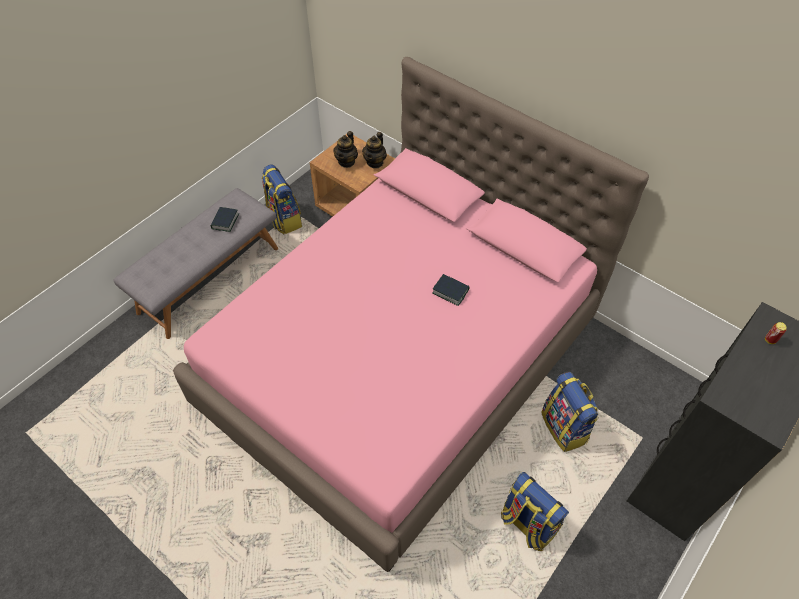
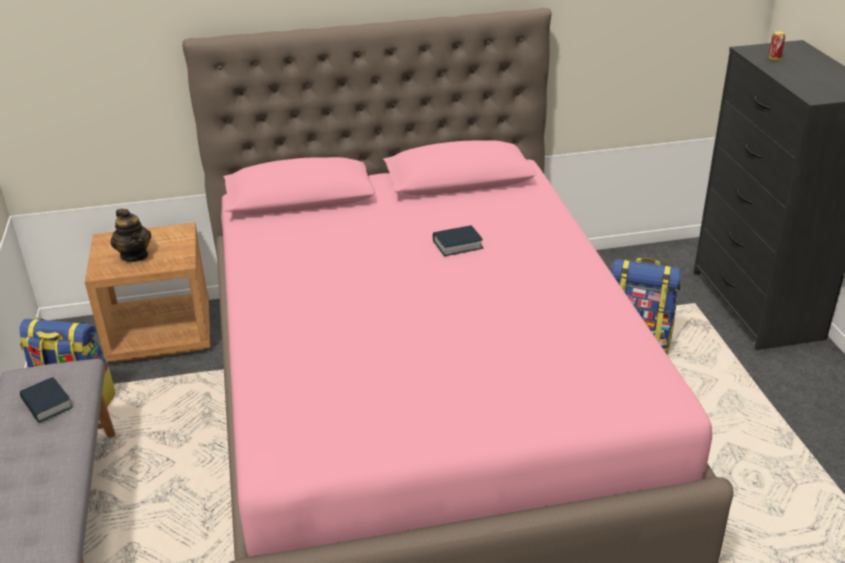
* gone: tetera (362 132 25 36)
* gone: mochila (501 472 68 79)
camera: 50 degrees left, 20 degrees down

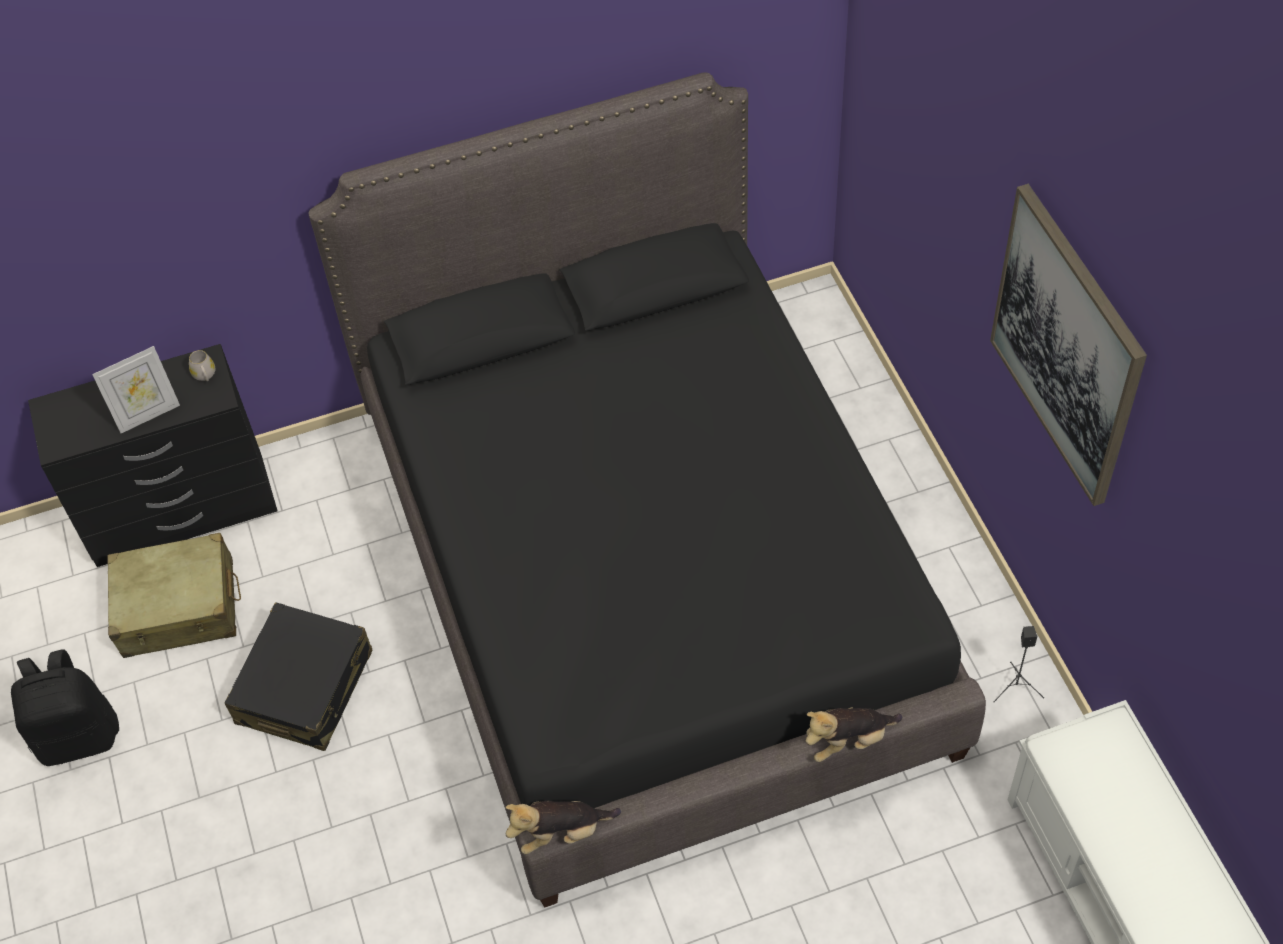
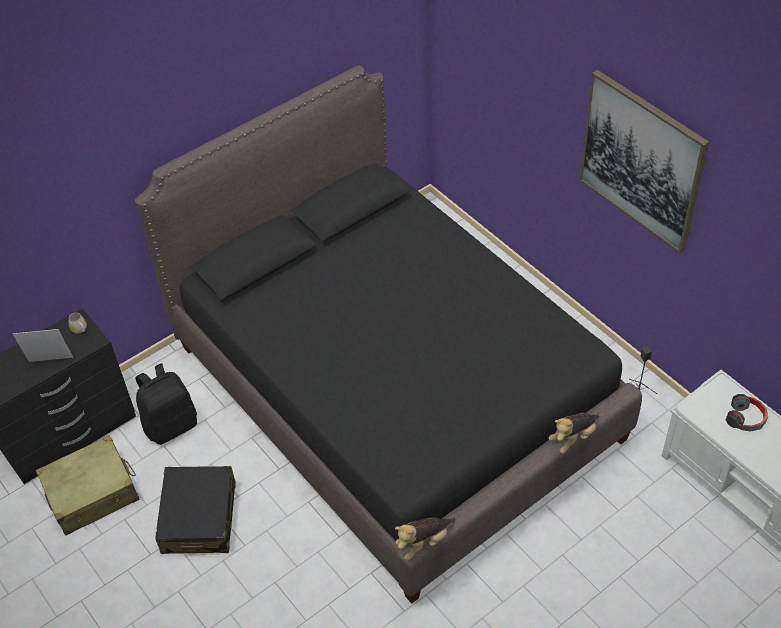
* shifted: mochila (negro) (11 649 108 117) to (135 363 62 82)
* rotated: portarretratos (92 346 88 87) = (12 329 61 33) 135 degrees counterclockwise
* new: auriculares (726 394 42 38)
camera: 20 degrees left, 5 degrees down

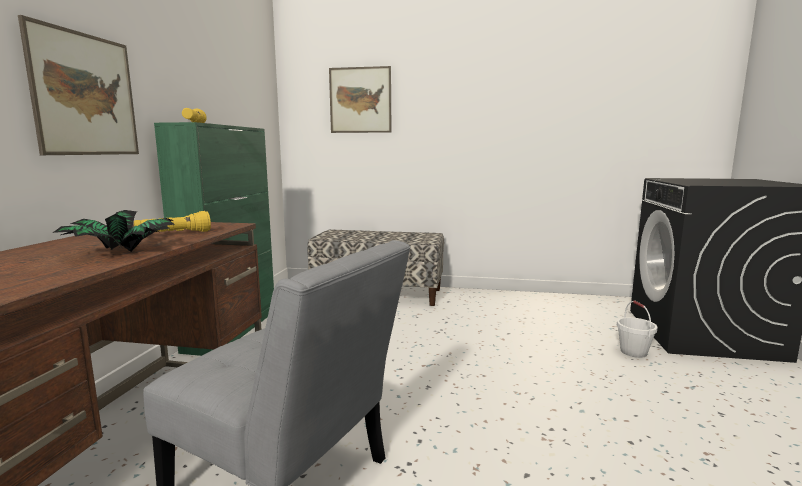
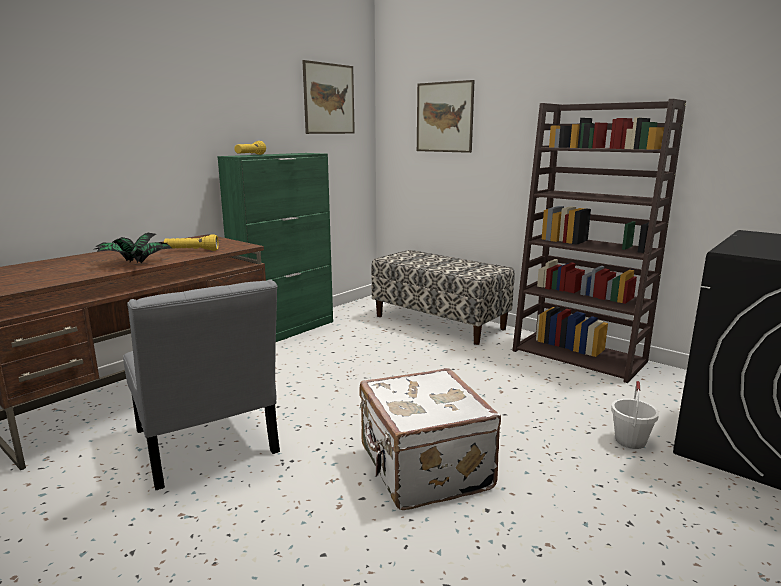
* shifted: cuadro (18 15 121 140) to (302 60 53 74)
* new: maleta (blanco) (360 368 141 142)
* new: estantería (marrón) (512 99 174 284)
camera: 30 degrees right, 5 degrees up

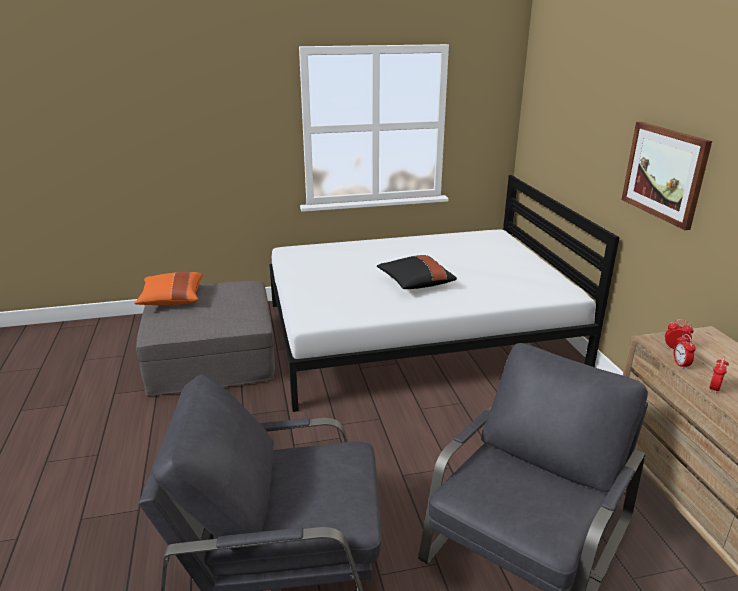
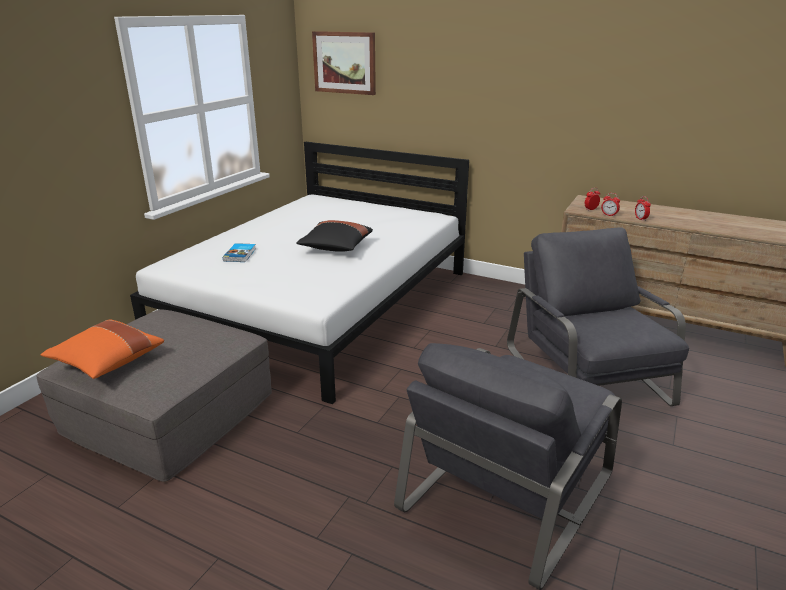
* shifted: cuadro (621 122 91 108) to (312 31 64 64)
* new: libro (223 243 33 19)
camera: 50 degrees left, 0 degrees up

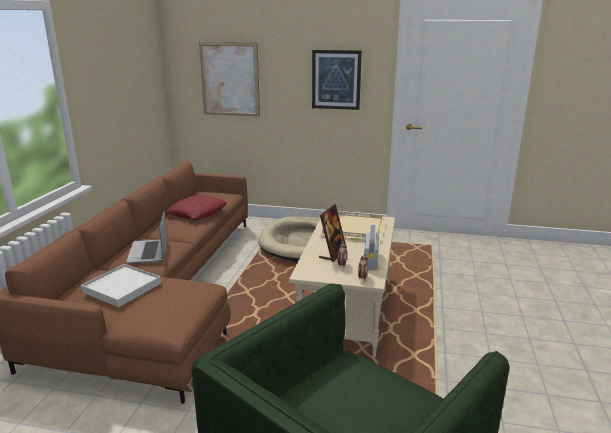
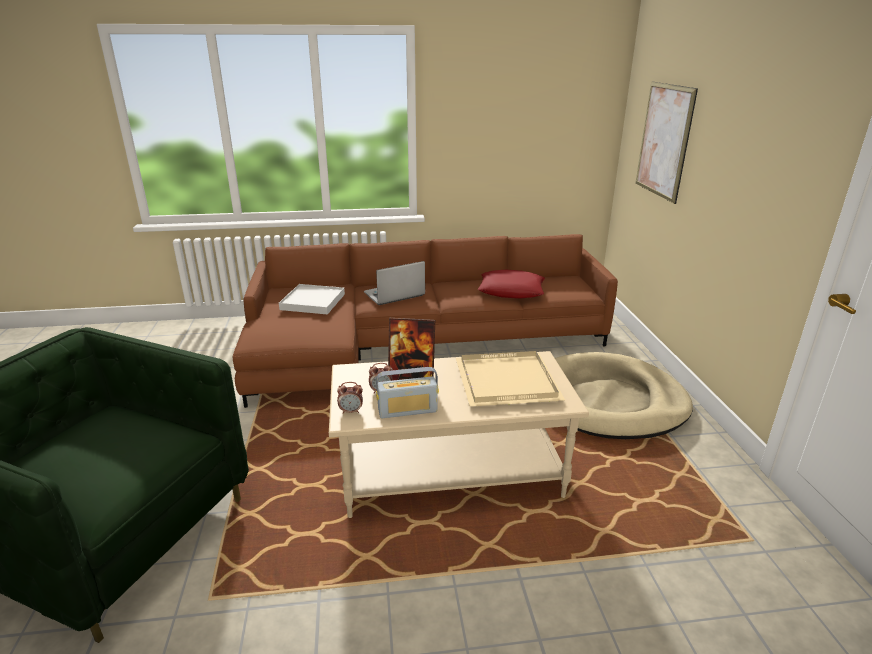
* gone: cuadro (312 50 50 60)
camera: 70 degrees right, 5 degrees up

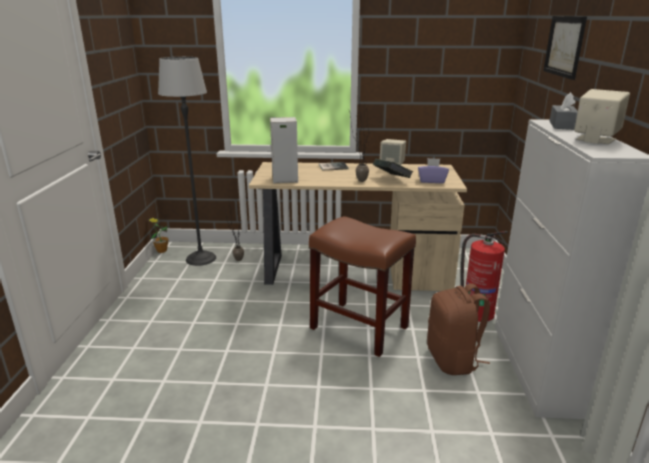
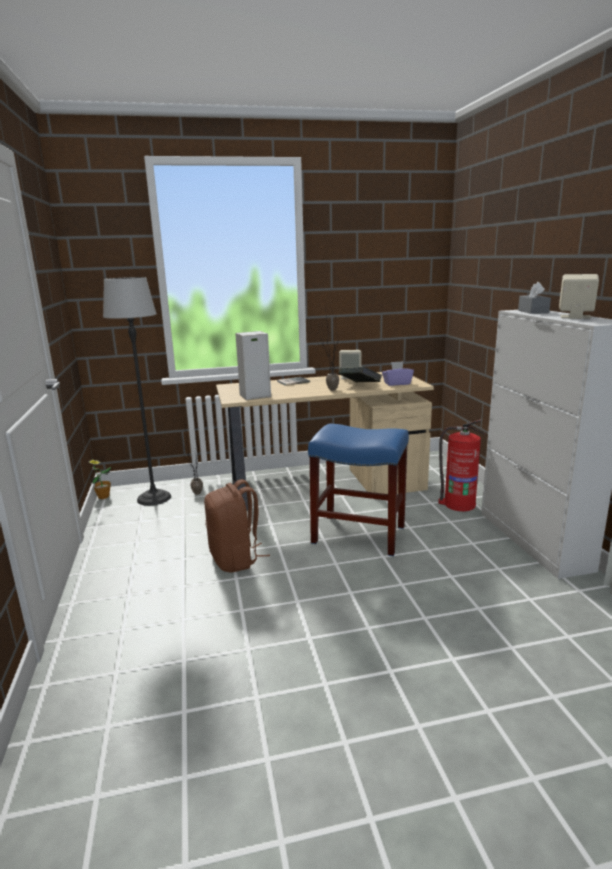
* repainted: taburete (marrón) (309 216 107 141) to taburete (azul) (308 424 101 132)
* shifted: mochila (marrón) (427 283 63 92) to (204 479 66 93)
* gone: cuadro (543 16 44 64)
camera: 15 degrees left, 5 degrees down

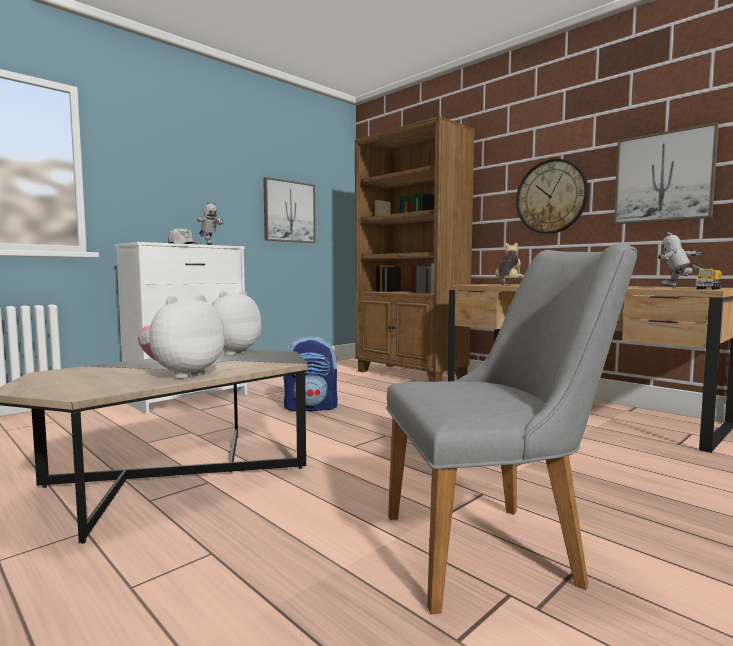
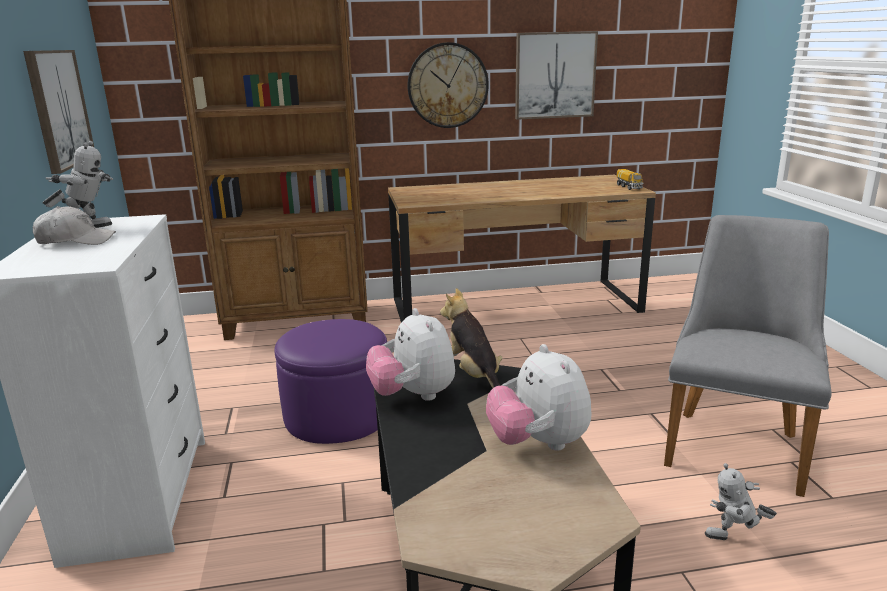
* swapped: mochila (284 337 54 74) to puf (morado) (275 319 112 125)
* shifted: peluche (495 242 28 43) to (440 288 62 100)
* shifted: robot de juguete (656 232 52 55) to (705 463 72 77)
camera: 55 degrees left, 15 degrees up

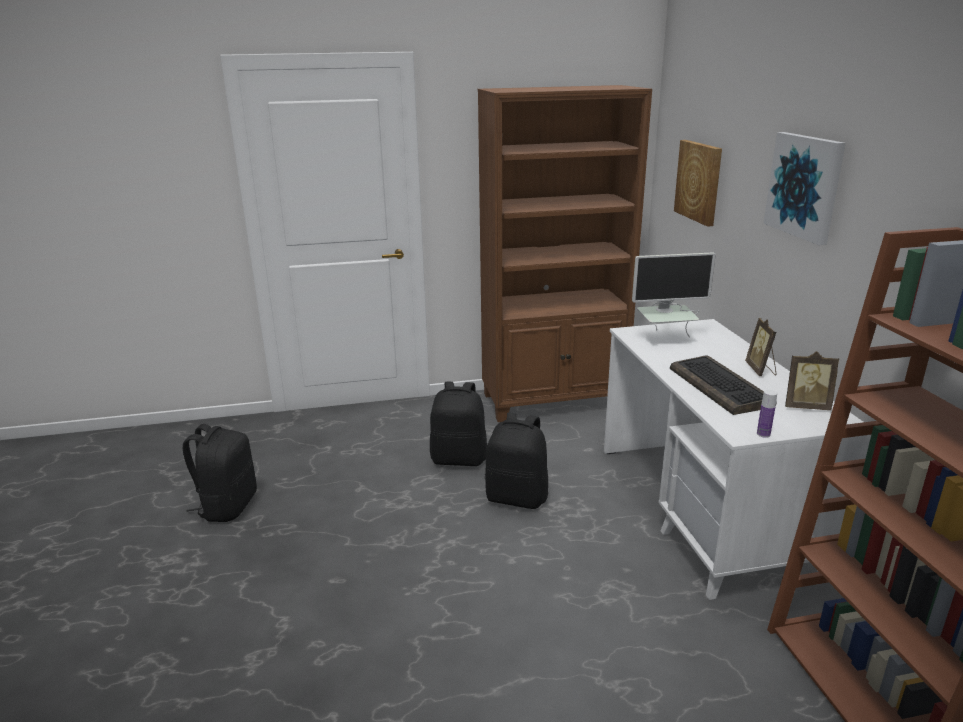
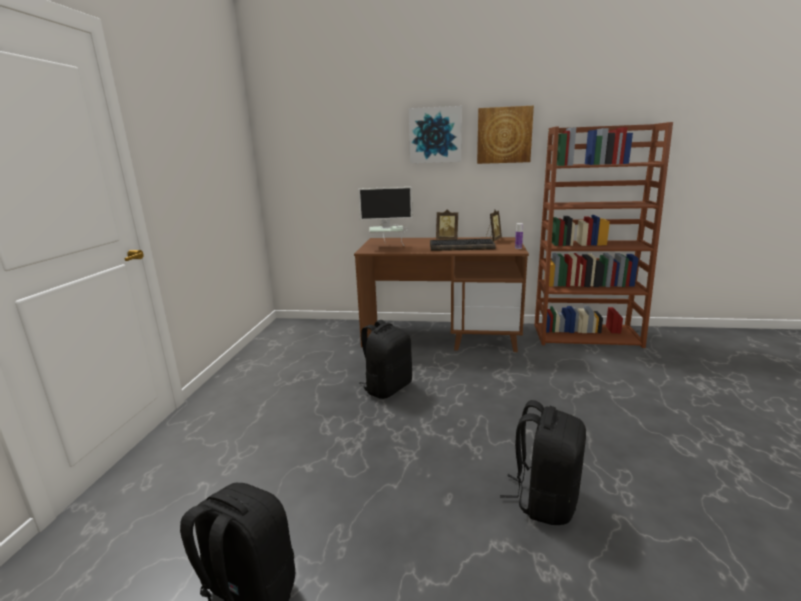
* shifted: mochila (negro) (430 382 57 84) to (500 400 86 125)
* gone: estantería (marrón) (478 85 174 337)
* repainted: escritorio (blanco) (604 319 267 281) to escritorio (marrón) (354 237 175 115)
* rotated: monitor (632 252 84 86) = (358 187 55 59) 75 degrees clockwise
* shifted: cuadro (674 140 48 87) to (477 106 57 58)
camera: 70 degrees left, 5 degrees down

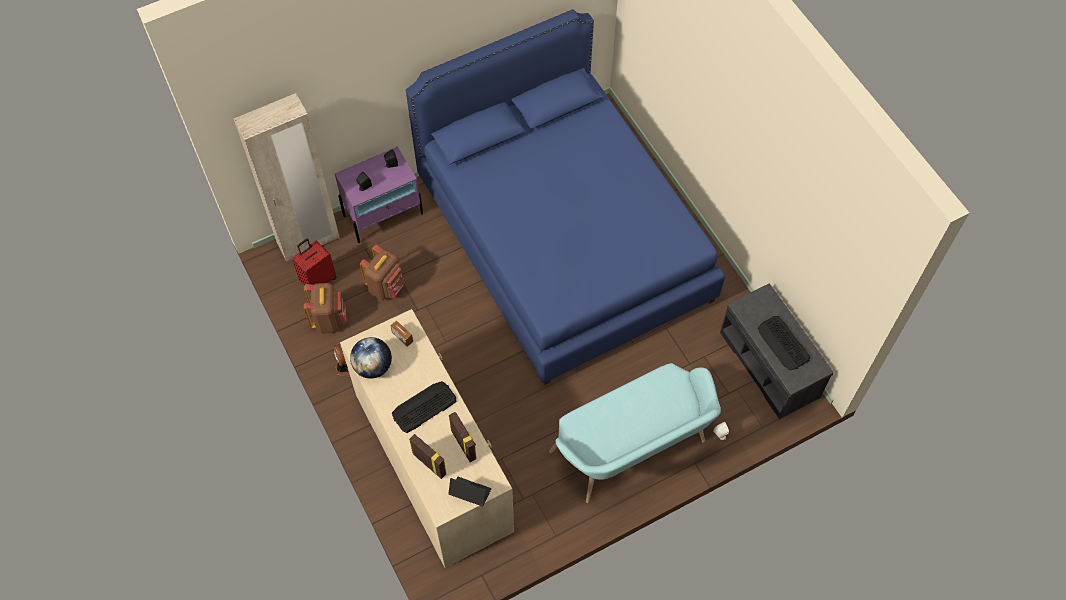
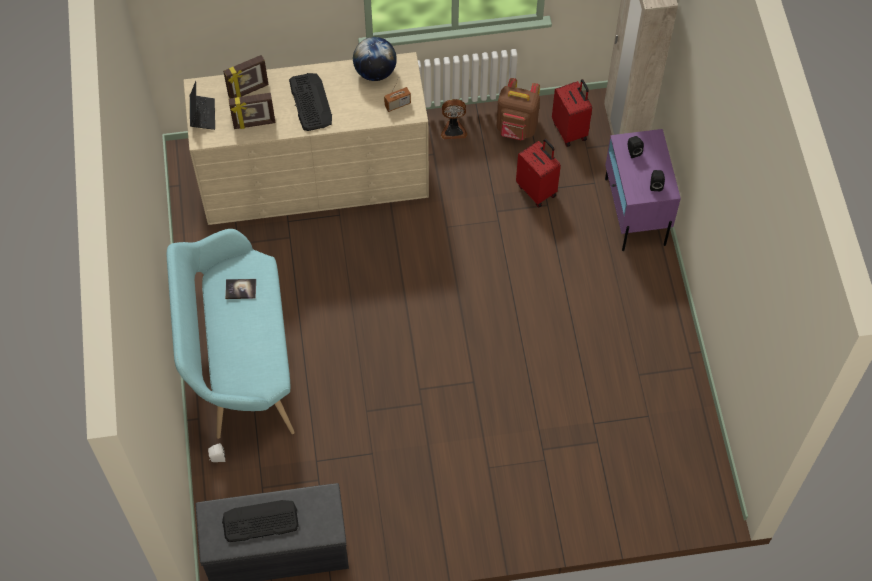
* swapped: mochila (marrón) (360 244 45 56) to maleta (rojo) (516 139 45 69)
* gone: cama (azul) (406 9 319 376)
* rotated: portátil (448 477 43 30) = (190 81 25 49) 45 degrees counterclockwise
* new: libro (225 279 31 20)
camera: 110 degrees right, 0 degrees up

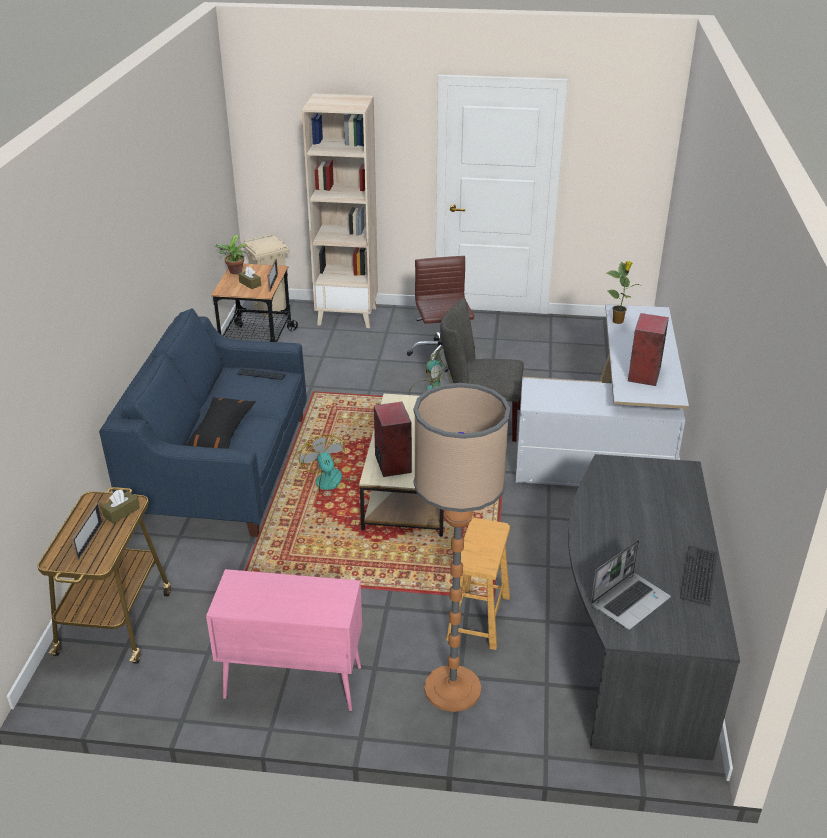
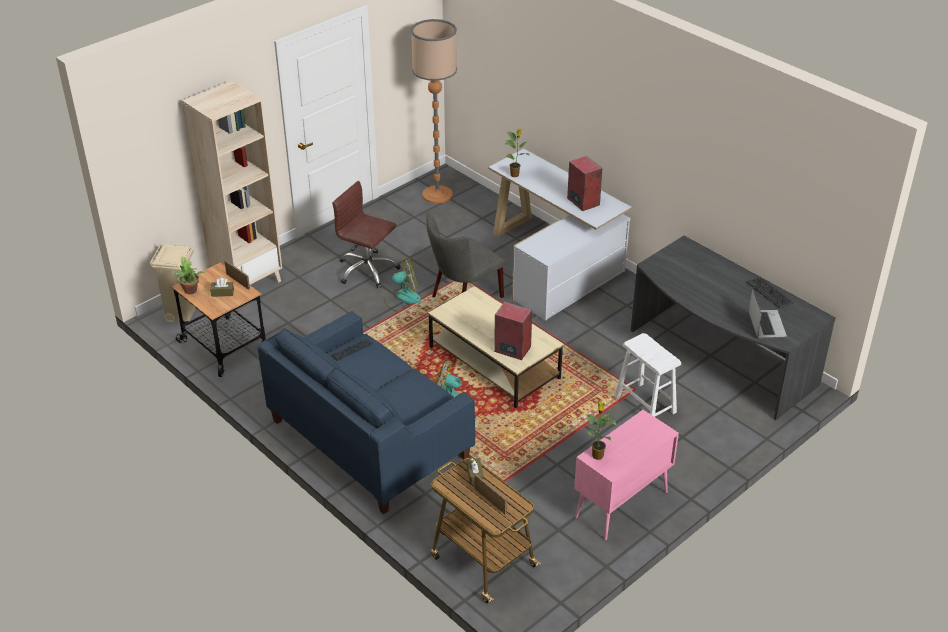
* gone: cojín (negro) (185 397 71 52)
* shifted: lámpara de pie (414 383 96 329) to (411 19 46 185)
* repainted: taburete (marrón) (446 518 64 132) to taburete (blanco) (615 333 66 84)
* new: planta en maceta (586 401 31 59)
camera: 50 degrees left, 5 degrees up

